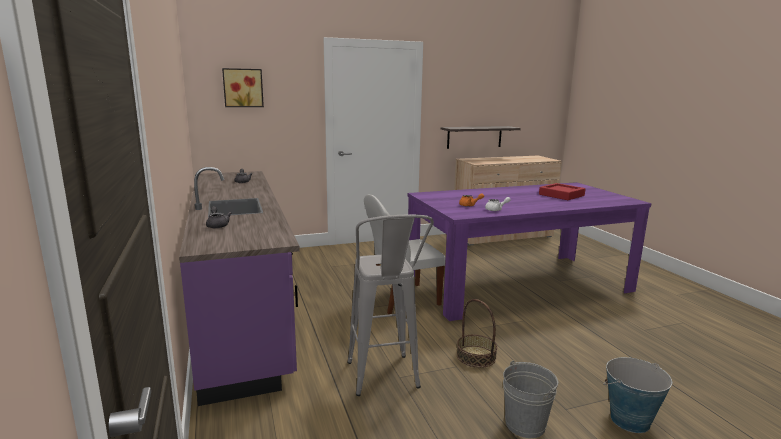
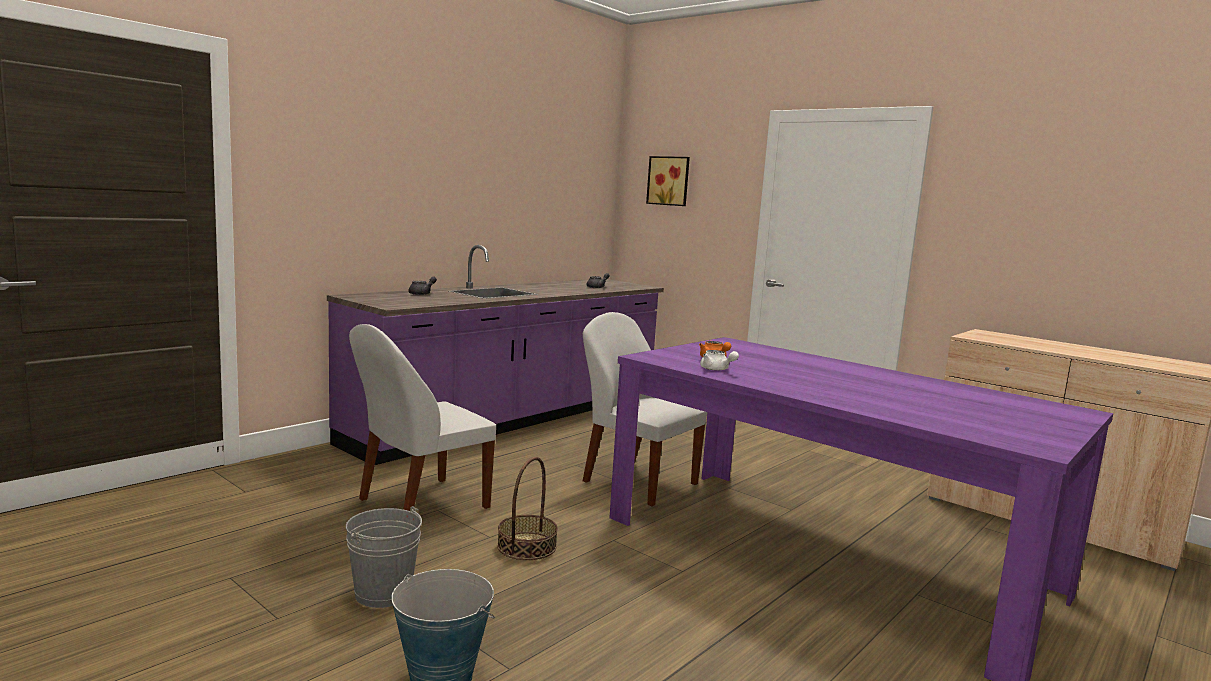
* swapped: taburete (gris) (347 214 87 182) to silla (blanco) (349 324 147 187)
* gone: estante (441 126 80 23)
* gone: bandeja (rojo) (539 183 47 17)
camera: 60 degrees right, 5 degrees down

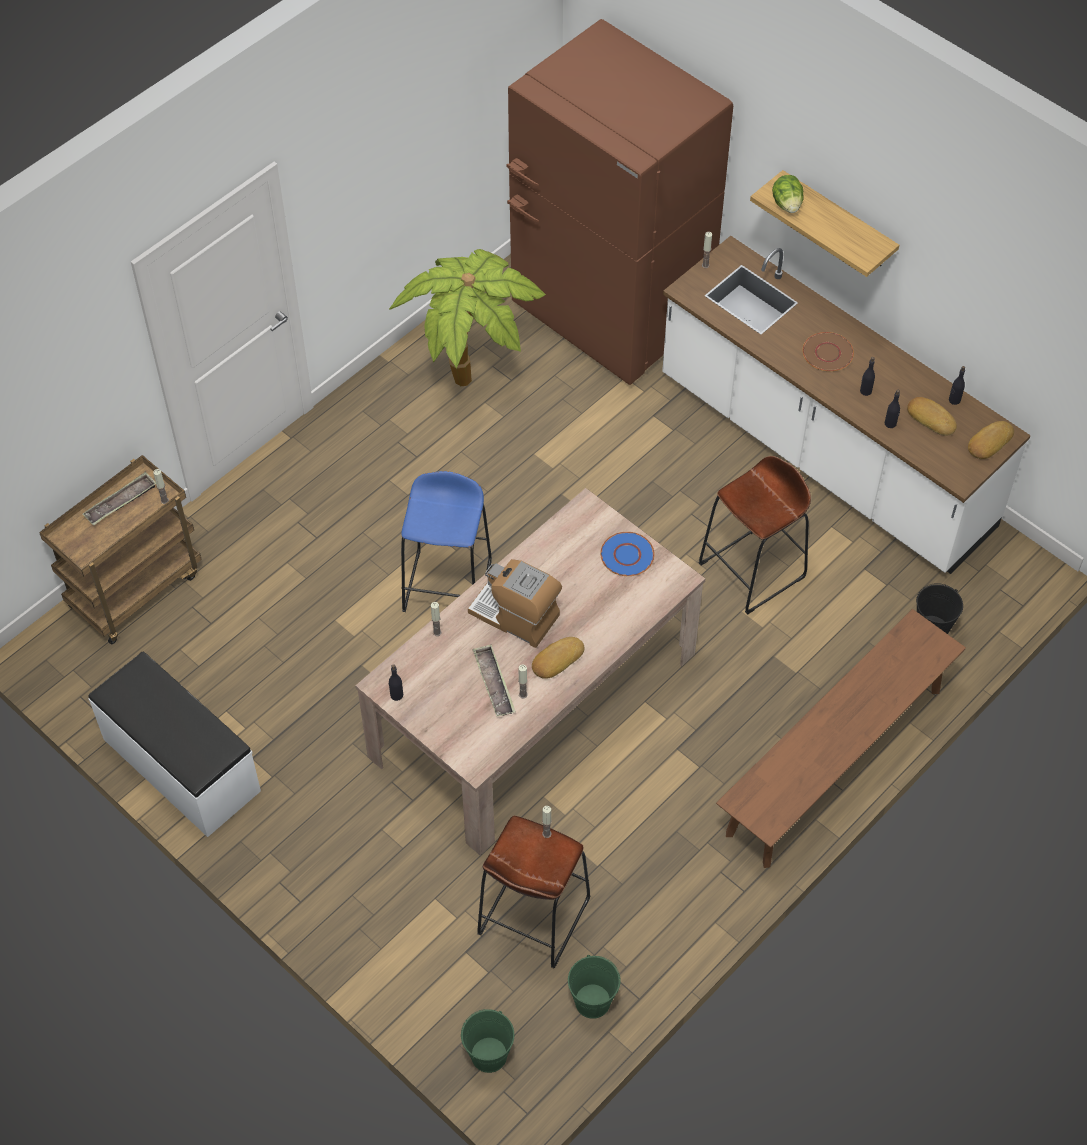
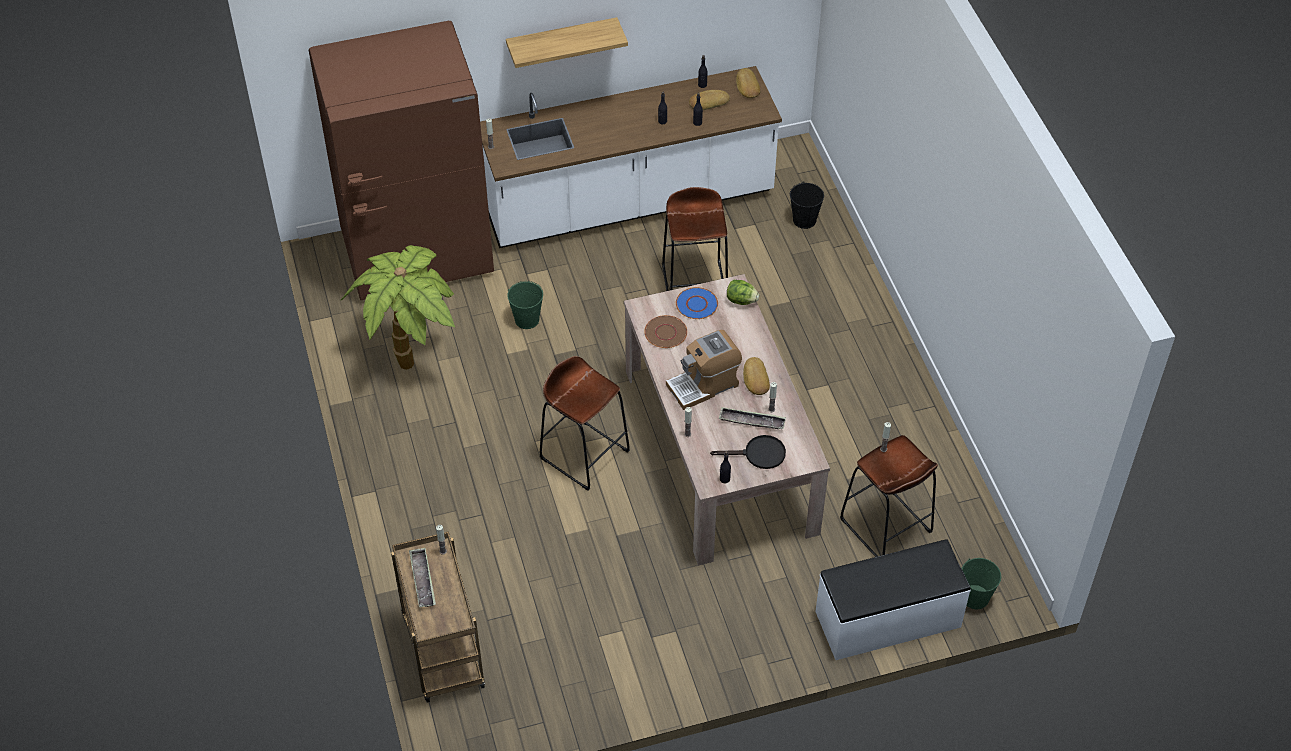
* shifted: banco (blanco) (88 652 173 185) to (815 539 156 121)
* repainted: taburete (azul) (401 471 91 141) to taburete (marrón) (540 356 90 135)
* shifted: cubo (verde) (568 955 53 64) to (507 281 36 48)
* gone: banco (marrón) (716 609 250 259)
* shifted: lechuga (772 175 32 38) to (727 280 32 25)
* shifted: plato (marrón) (803 332 51 39) to (644 315 43 33)
* new: sartén (negro) (710 435 76 34)
camera: 60 degrees left, 5 degrees down

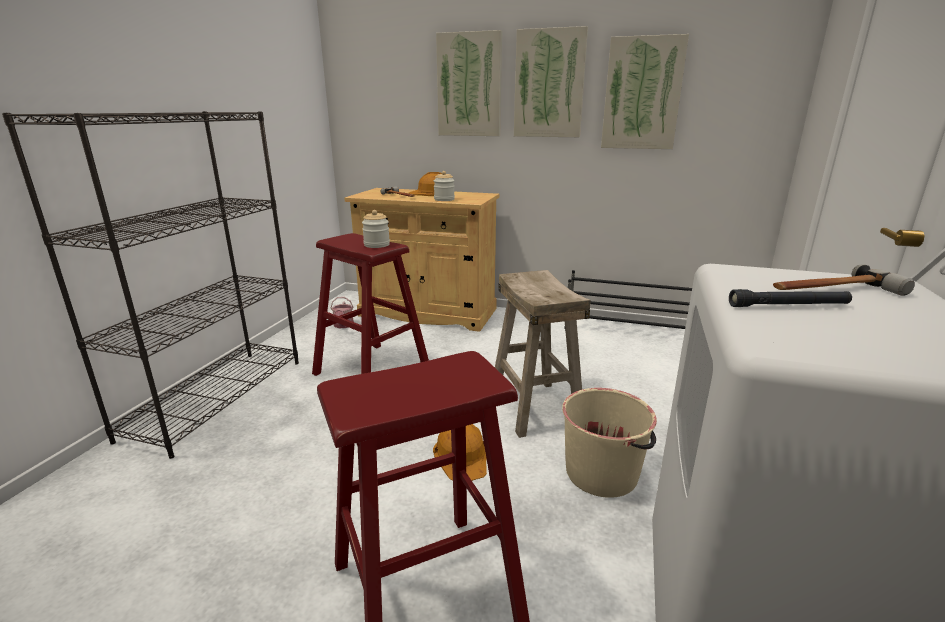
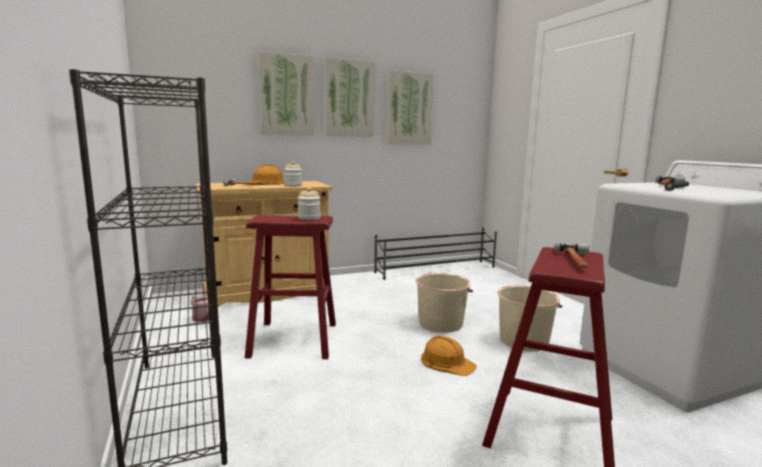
* swapped: taburete (beis) (495 270 96 168) to cubo (beis) (416 273 57 60)
* new: martillo (554 242 35 26)
camera: 40 degrees left, 10 degrees down

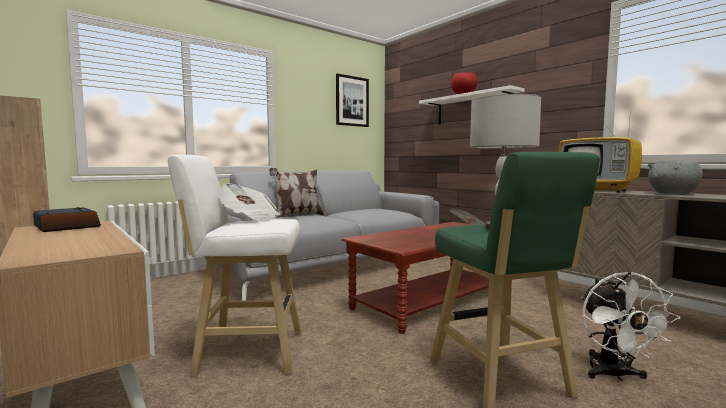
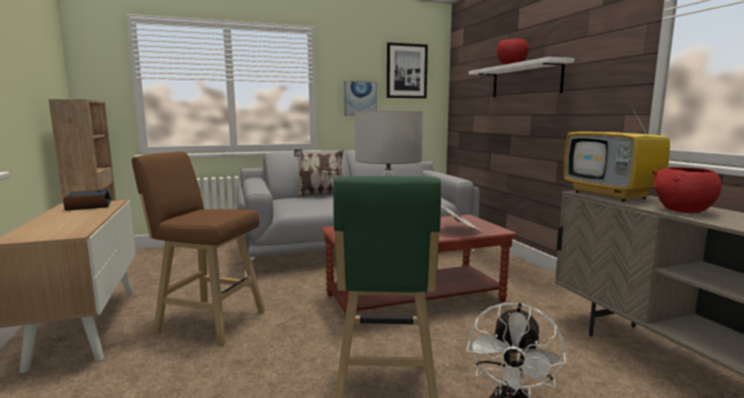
* repainted: taburete (blanco) (168 154 133 223) to taburete (marrón) (132 151 133 194)
* gone: periódico (217 183 63 39)
* repainted: cuenco (gris) (648 161 55 34) to cuenco (rojo) (652 167 70 46)
* new: cuadro (344 81 33 35)
camera: 20 degrees right, 5 degrees up

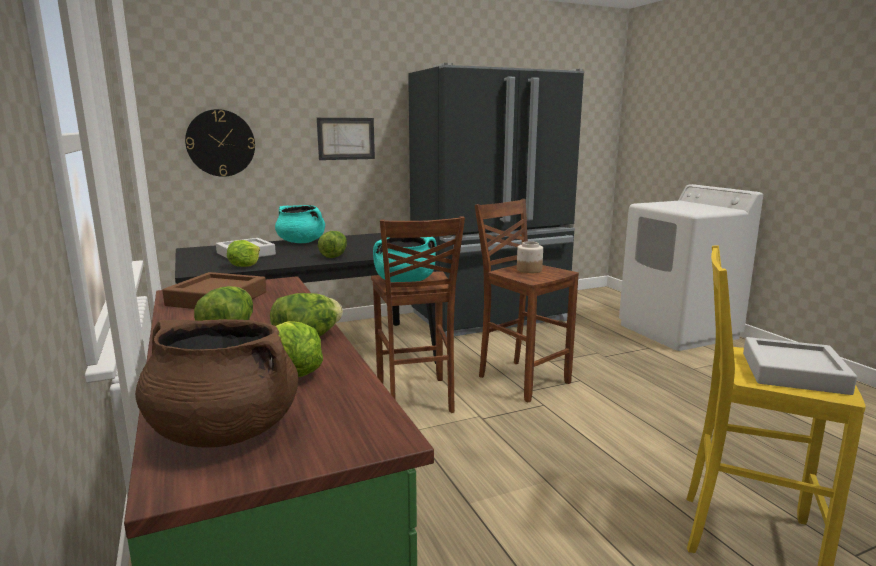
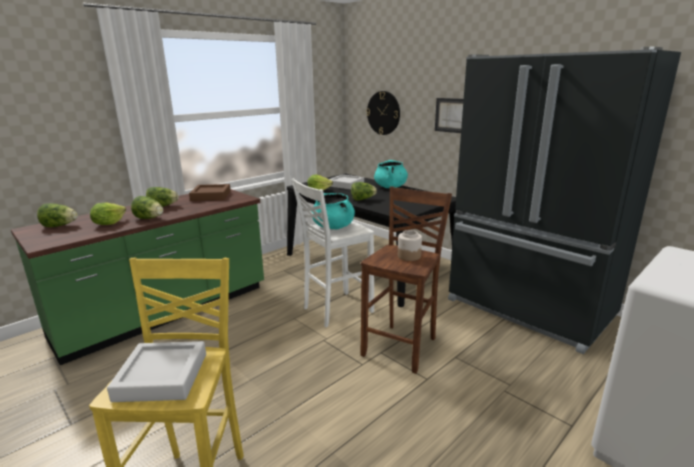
* swapped: olla (marrón) (135 319 163 129) to lechuga (37 203 41 24)
* repainted: taburete (marrón) (371 216 94 197) to taburete (blanco) (291 178 83 149)
camera: 70 degrees right, 5 degrees up

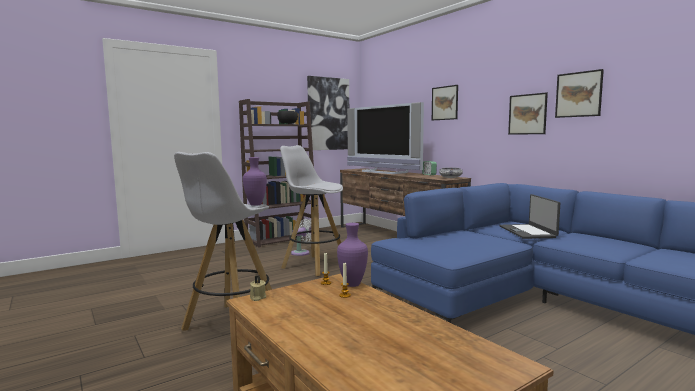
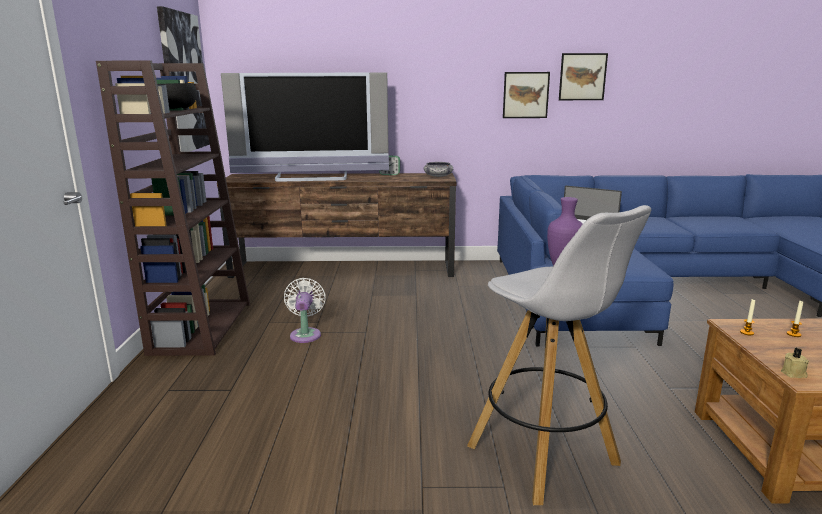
* gone: taburete (blanco) (280 145 63 131)
* gone: florero (morado) (337 223 31 64)
* gone: cuadro (432 85 26 35)
camera: 55 degrees left, 10 degrees up

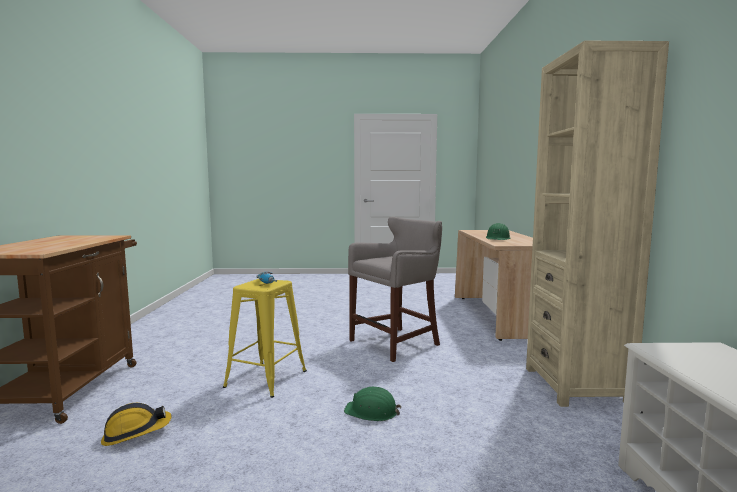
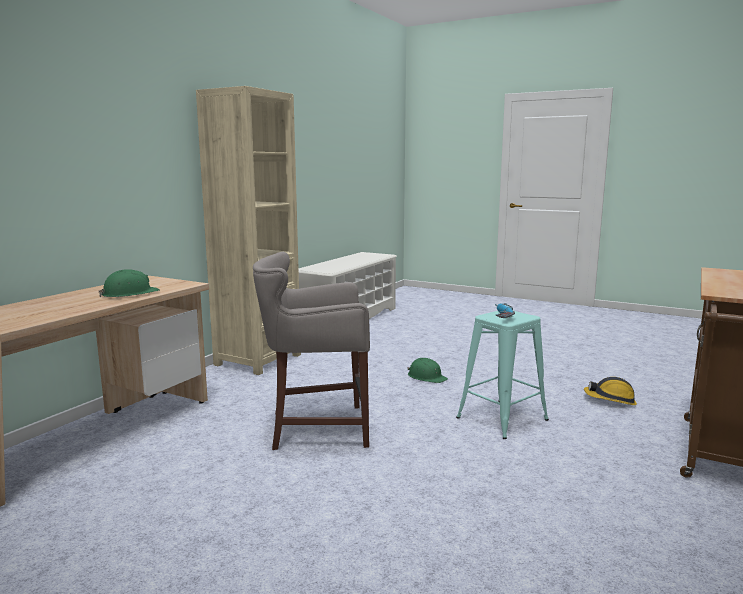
* repainted: taburete (amarillo) (223 279 84 119) to taburete (turquesa) (456 310 93 129)
camera: 150 degrees left, 5 degrees up

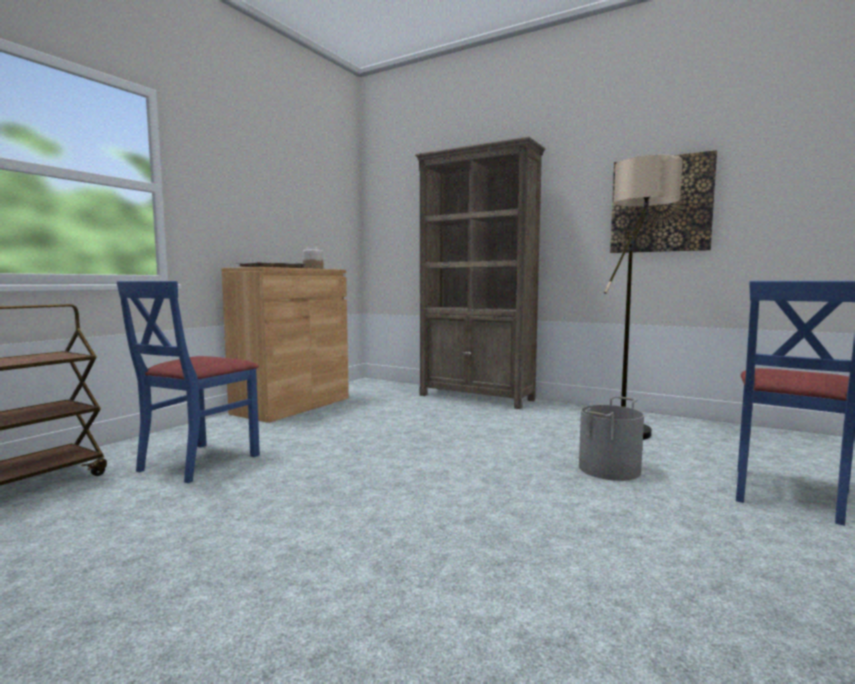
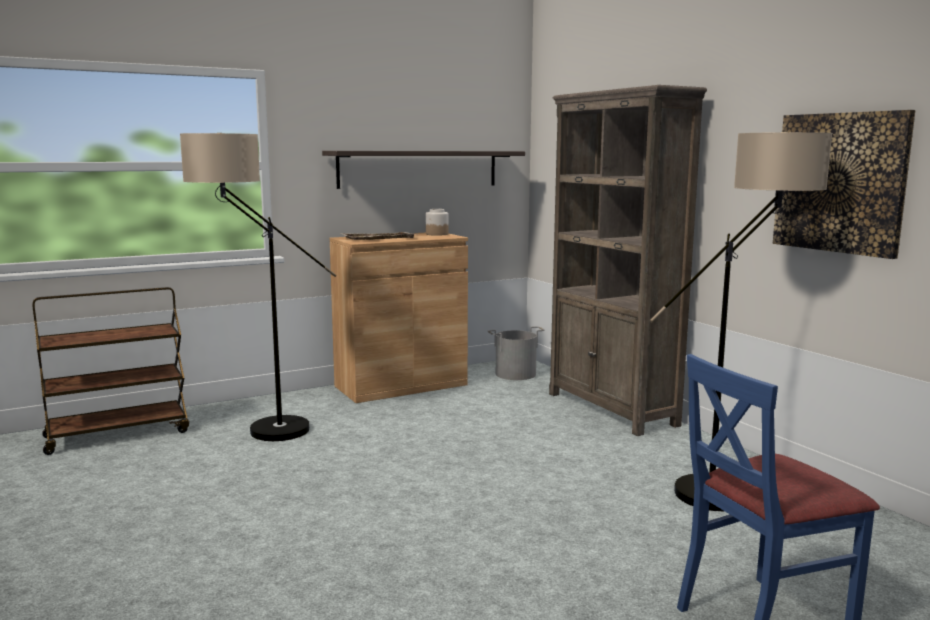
* swapped: silla (azul) (117 281 143 202) to lámpara de pie (180 133 156 308)
* shifted: cubo (gris) (579 396 65 85) to (488 326 57 54)
* new: estante (322 151 203 38)
camera: 30 degrees right, 5 degrees up

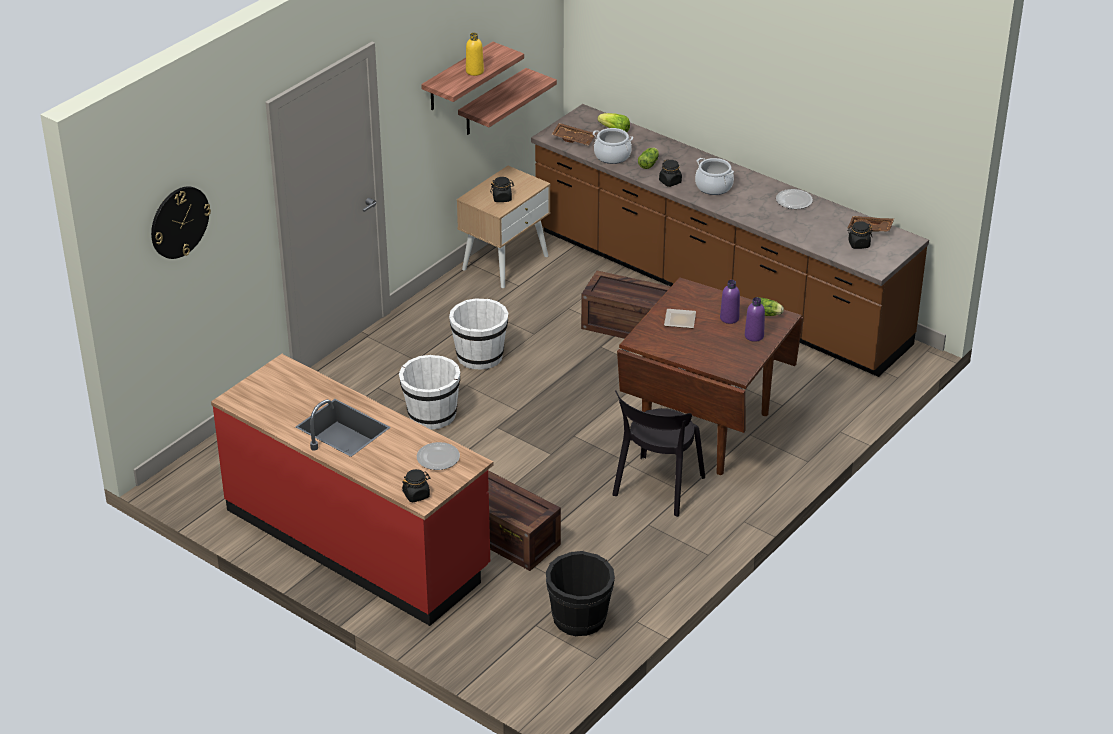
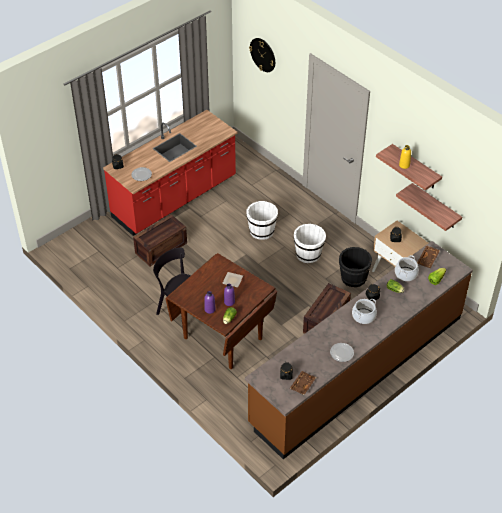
* shifted: cubo (negro) (546 551 69 86) to (339 247 33 40)
camera: 100 degrees right, 10 degrees up

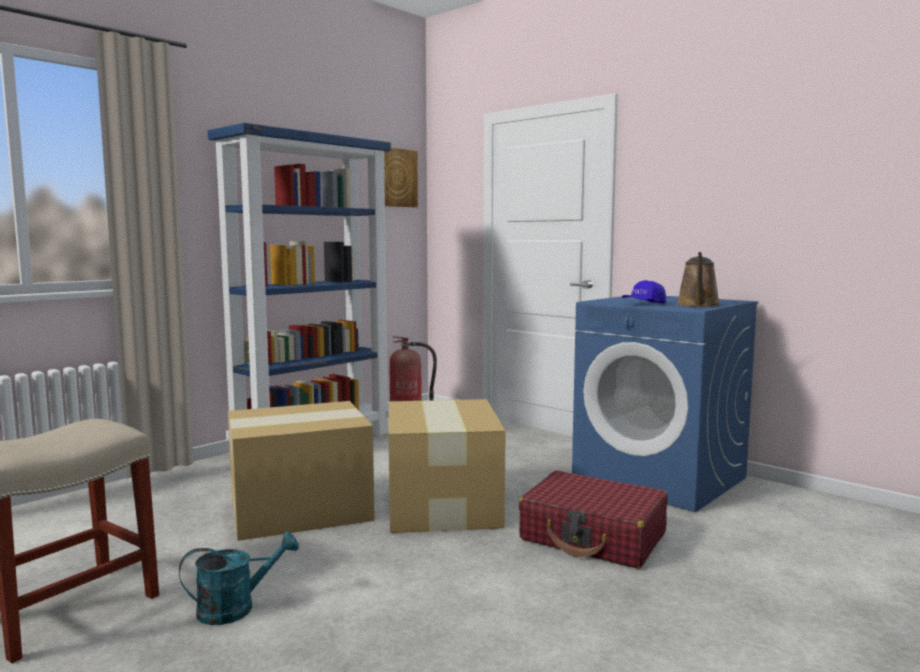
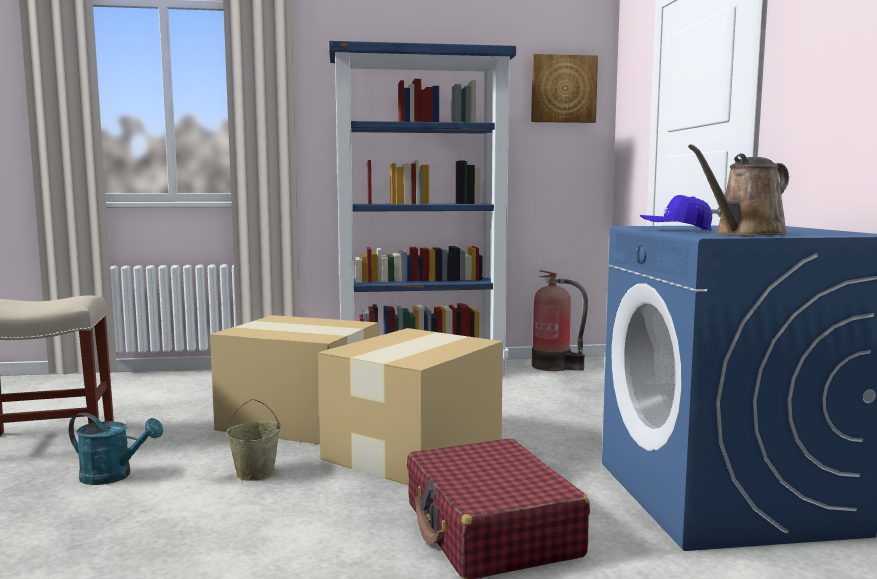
* new: cubo (beis) (226 399 55 82)
camera: 40 degrees right, 0 degrees up

